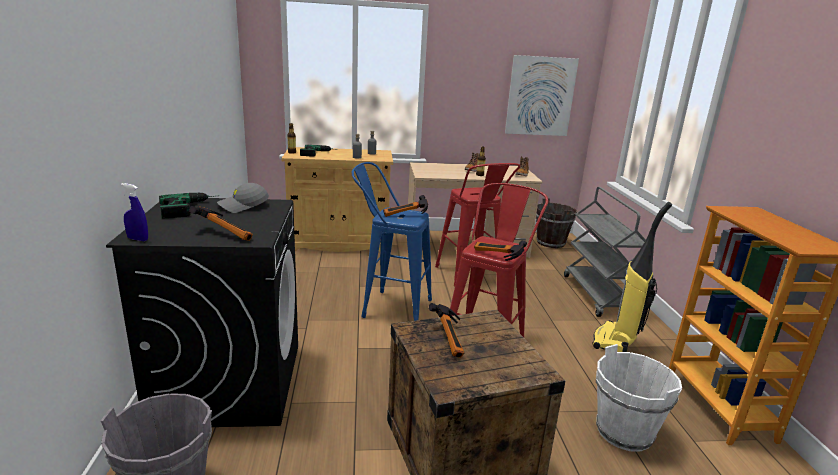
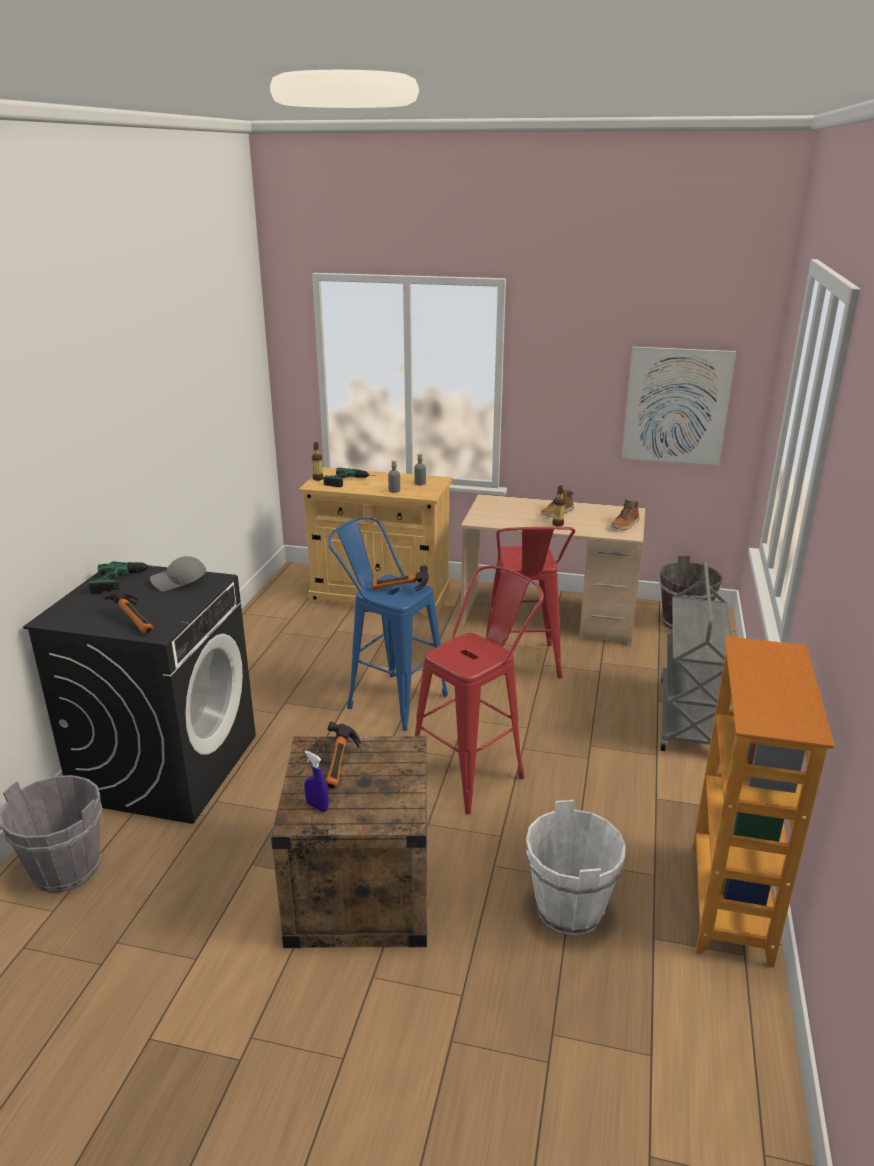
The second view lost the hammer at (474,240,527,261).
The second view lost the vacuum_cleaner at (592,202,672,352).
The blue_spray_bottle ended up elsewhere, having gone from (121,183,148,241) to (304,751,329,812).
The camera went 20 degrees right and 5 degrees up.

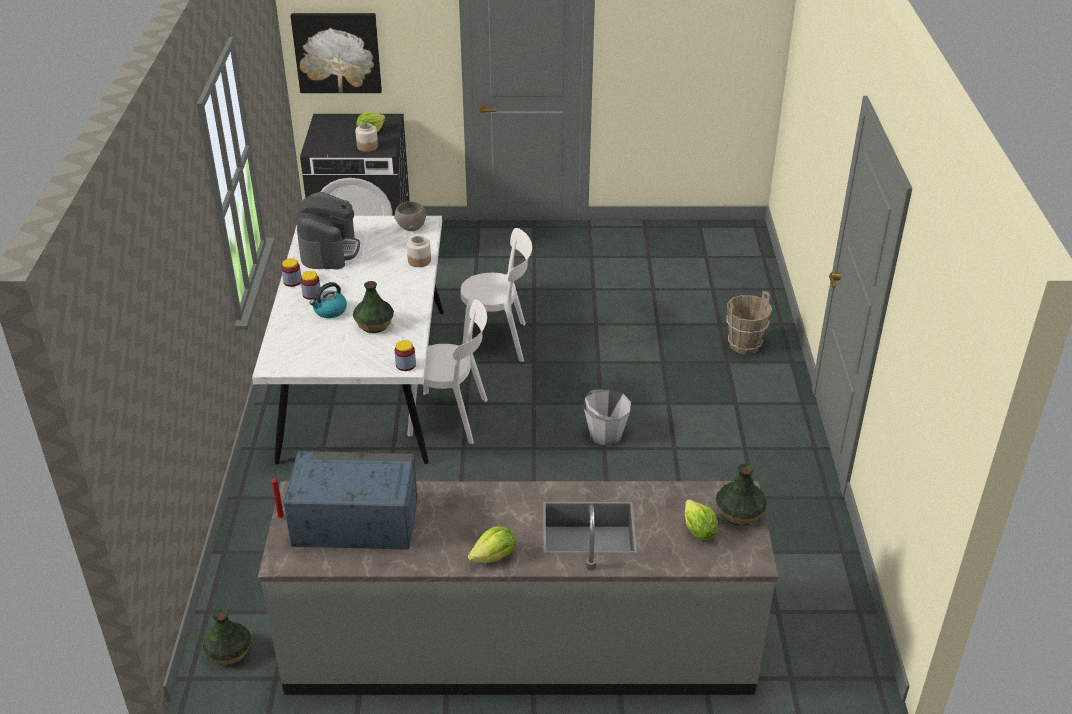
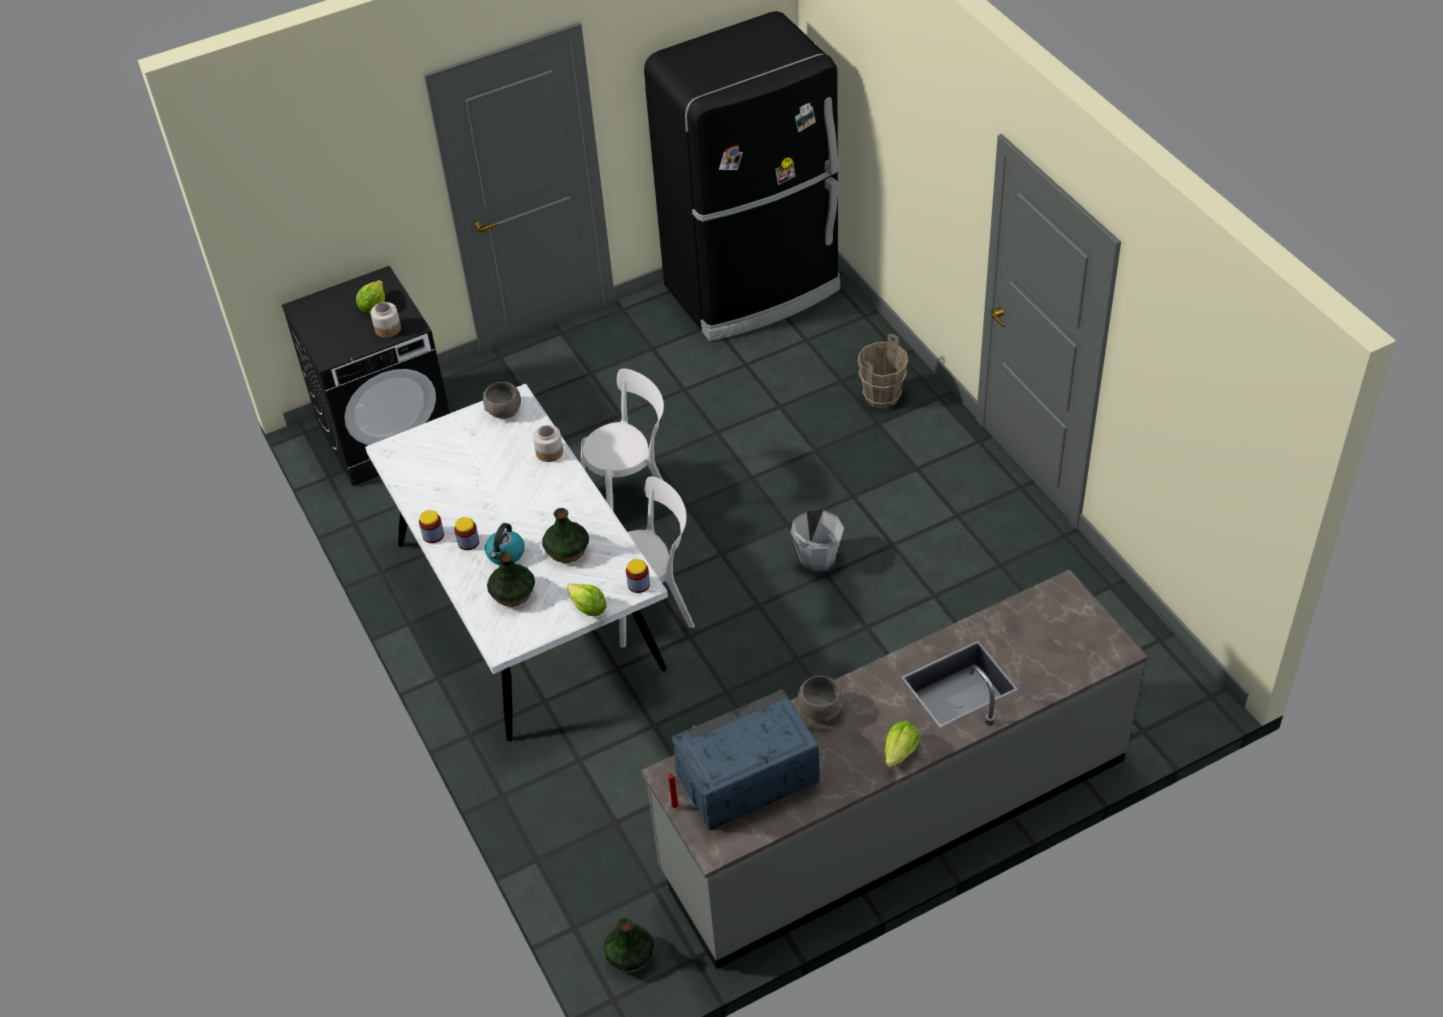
The second view lost the picture at (291,13,382,93).
The second view lost the coffee_machine at (296,192,360,270).
The second view gained the black_fridge at (644,11,840,341).
The second view gained the grey_bowl at (798,676,843,721).
The lettuce ended up elsewhere, having gone from (685,499,718,540) to (567,584,607,616).
The vase ended up elsewhere, having gone from (716,464,767,525) to (487,551,535,607).
The camera went 25 degrees left and 10 degrees up.

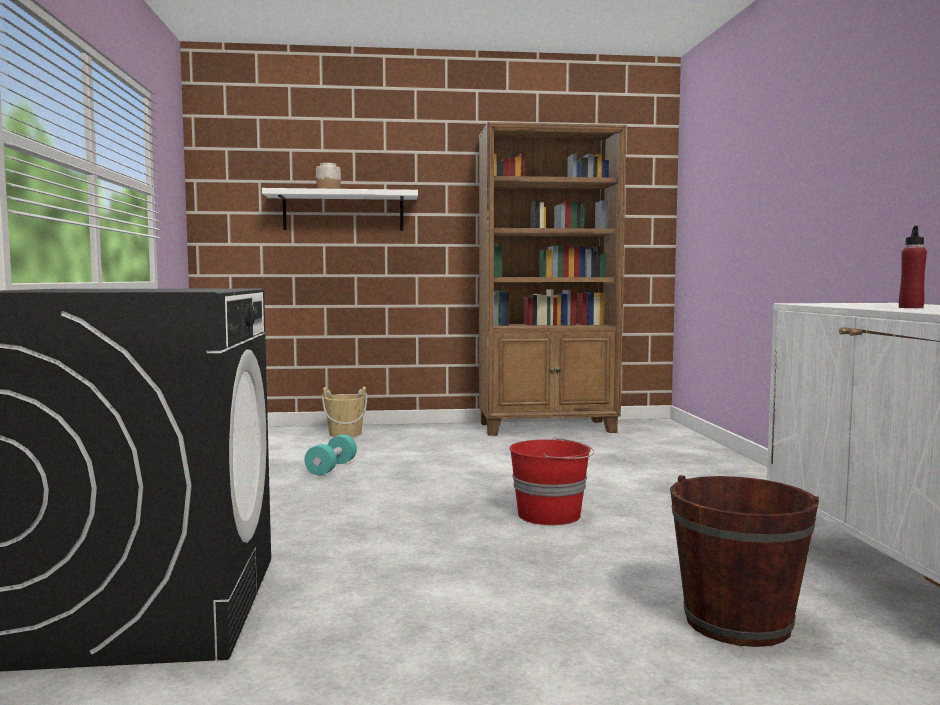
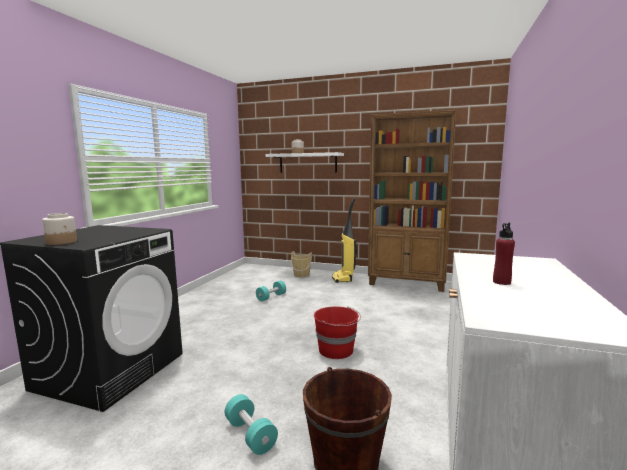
The second view gained the jar at (42,213,77,245).
The second view gained the turquoise_dumbbell at (225,394,278,455).
The second view gained the vacuum_cleaner at (332,198,358,283).
The camera went 25 degrees right and 5 degrees up.

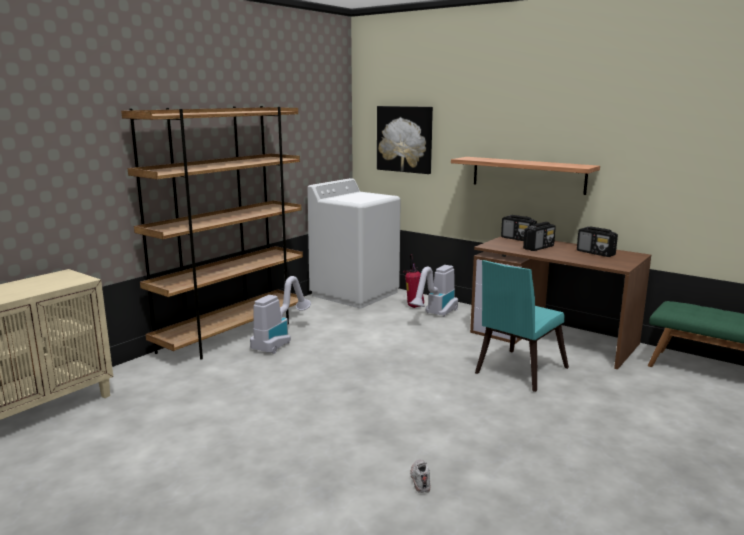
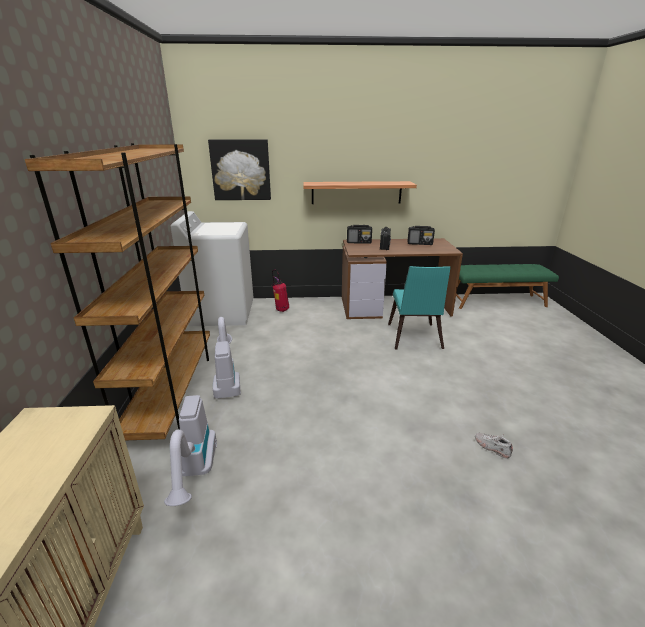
The vacuum_cleaner ended up elsewhere, having gone from (410,265,458,317) to (164,395,217,506).
The camera went 40 degrees left and 10 degrees up.

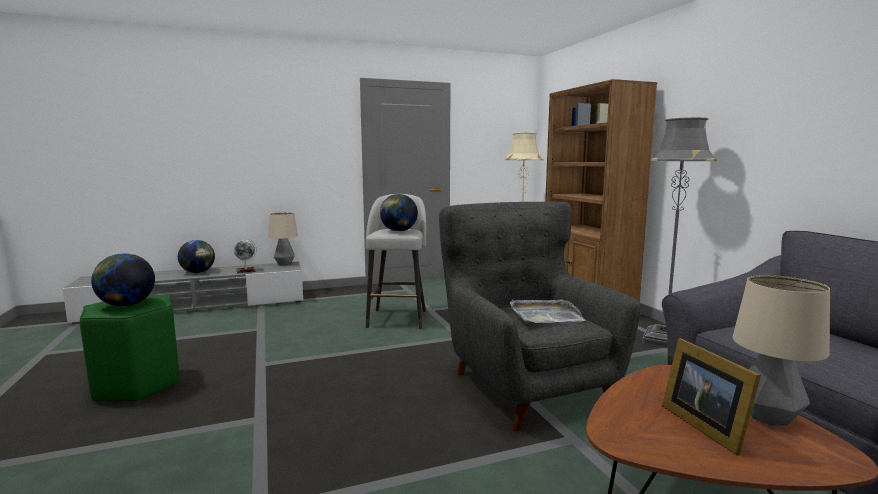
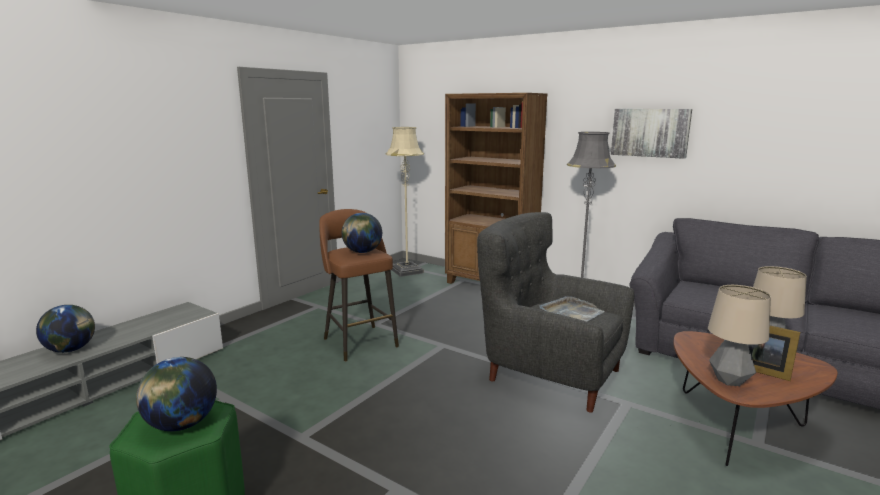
The second view lost the globe at (234,239,257,273).
The second view gained the picture at (611,109,692,159).
The table_lamp ended up elsewhere, having gone from (268,212,298,266) to (708,285,771,386).
What was the grey_stool at (366,194,427,329) turned into the brown_stool at (319,209,399,361).
The camera went 35 degrees left and 5 degrees up.

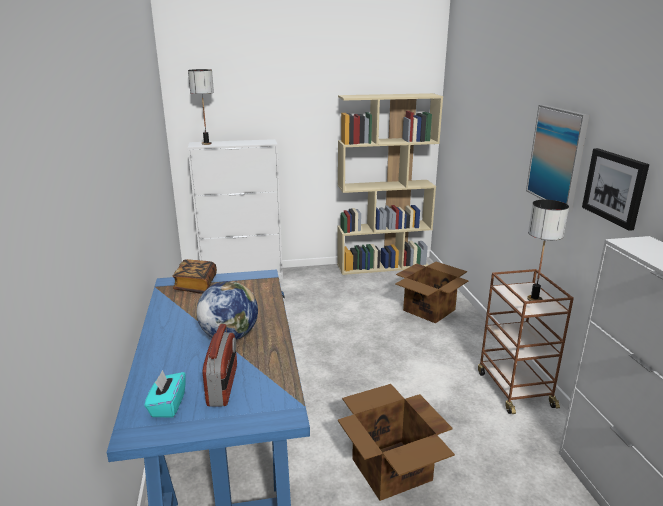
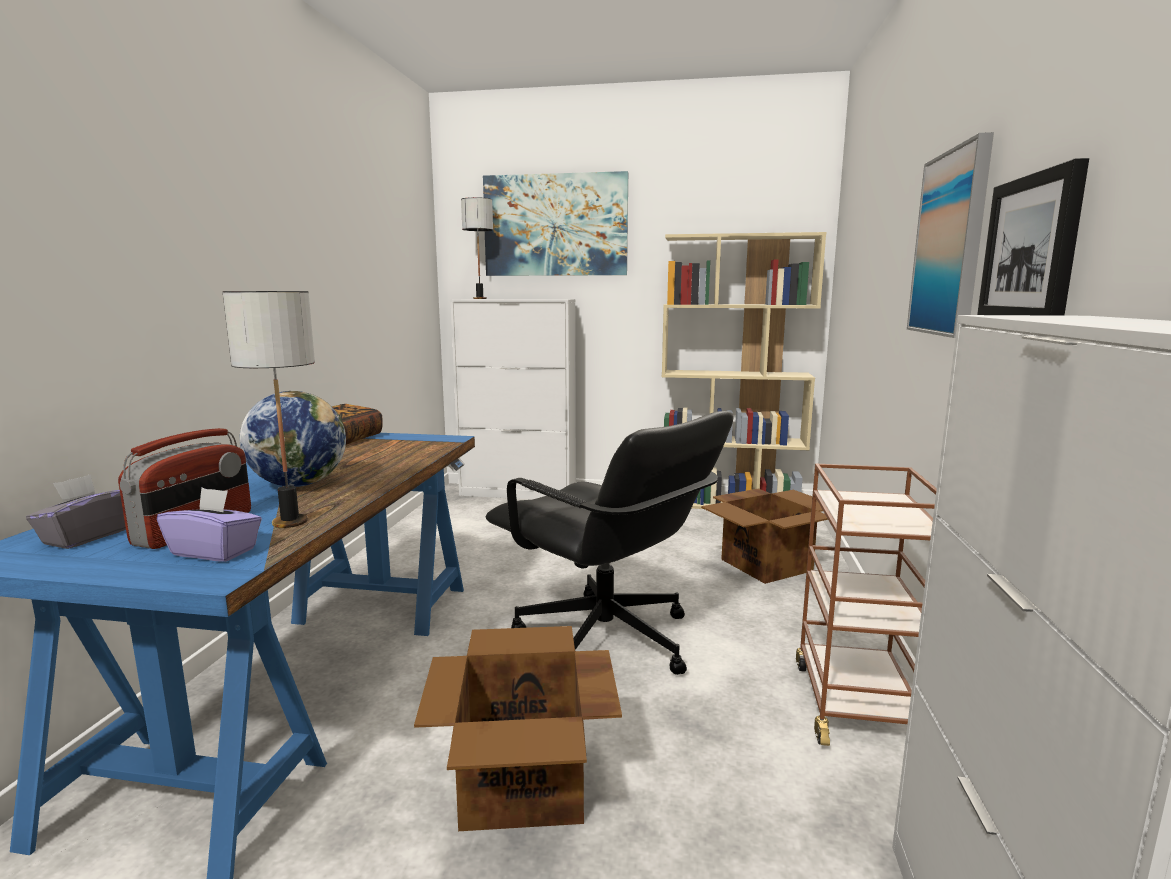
The second view gained the purple_tissue_box at (157,488,262,562).
The second view gained the picture at (483,171,628,276).
The second view gained the black_office_chair at (486,411,733,675).
The table_lamp ended up elsewhere, having gone from (527,200,569,301) to (223,291,315,528).
What was the turquoise_tissue_box at (144,370,186,417) turned into the grey_tissue_box at (26,475,126,549).
The camera went 20 degrees right and 10 degrees down.

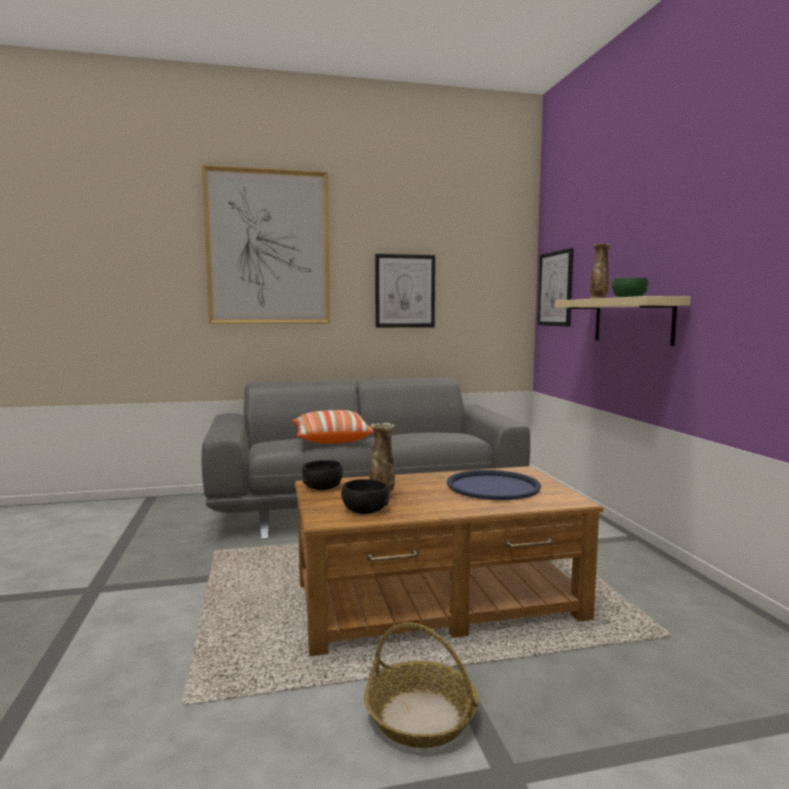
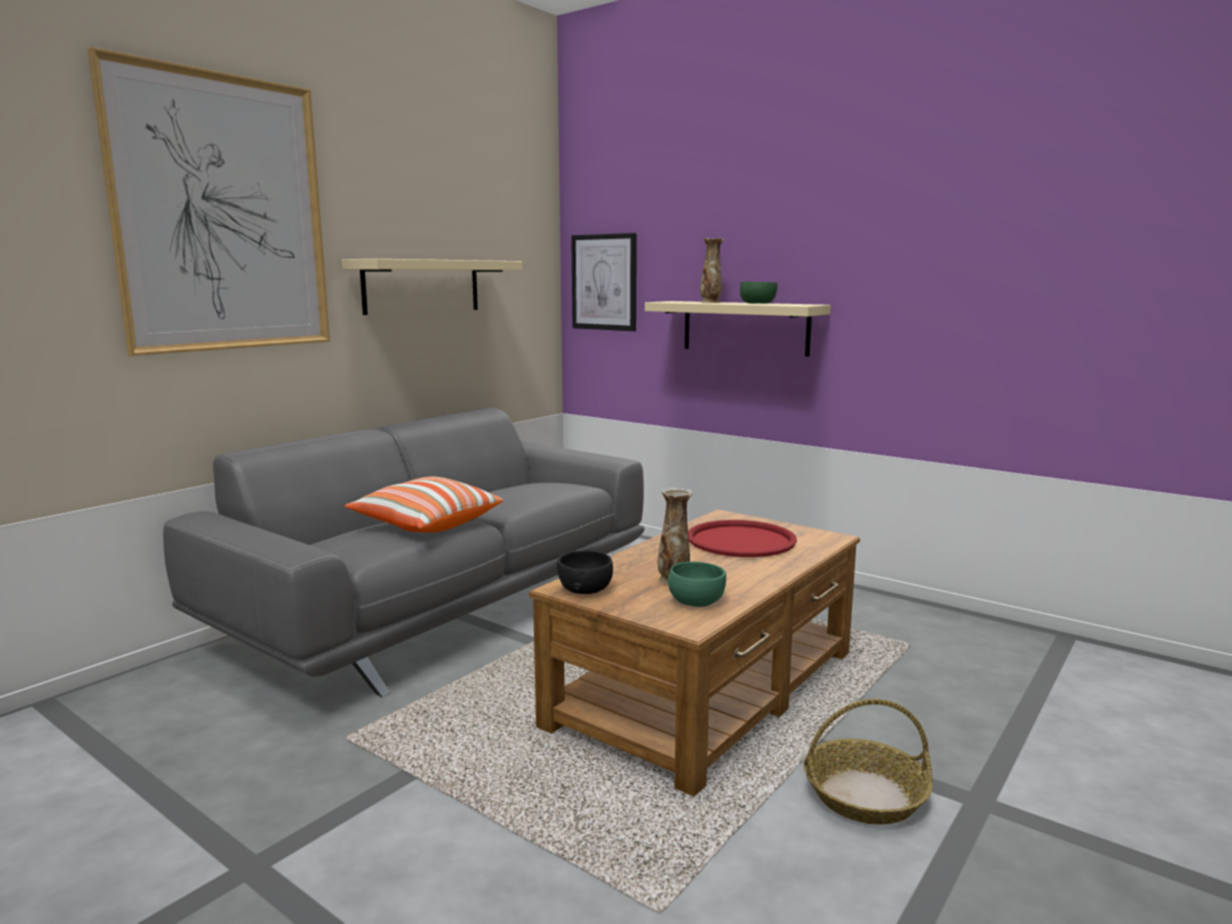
Where the picture hung at (375,254,435,328), the beige_shelf came to hang at (342,259,522,315).
What was the black_bowl at (341,479,389,514) turned into the green_bowl at (668,562,726,607).
What was the blue_tray at (447,470,541,500) turned into the red_tray at (688,520,797,557).
The camera went 40 degrees left and 5 degrees up.

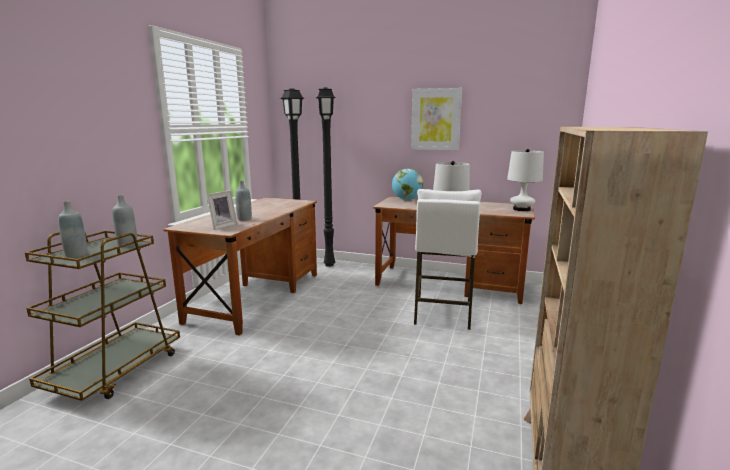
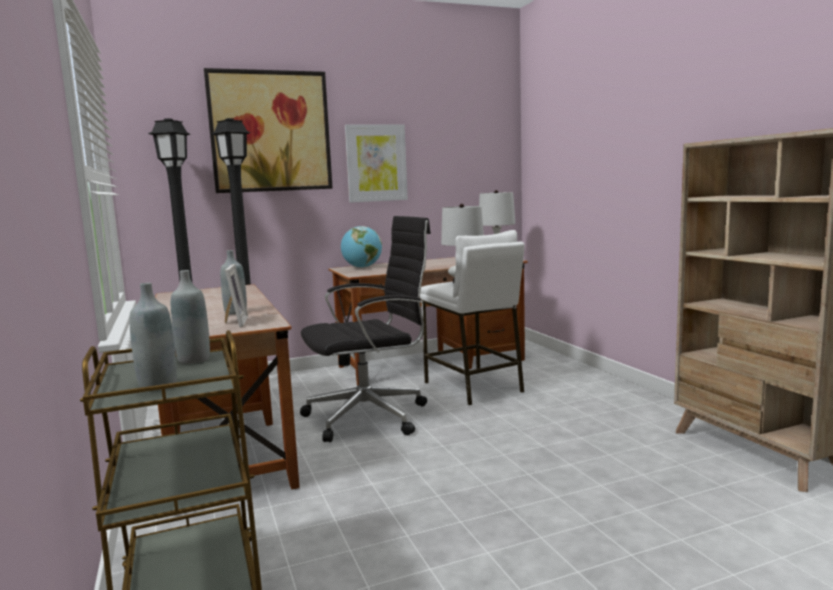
The second view gained the picture at (204,68,333,193).
The second view gained the black_office_chair at (300,216,431,442).
The camera went 40 degrees left and 5 degrees down.

